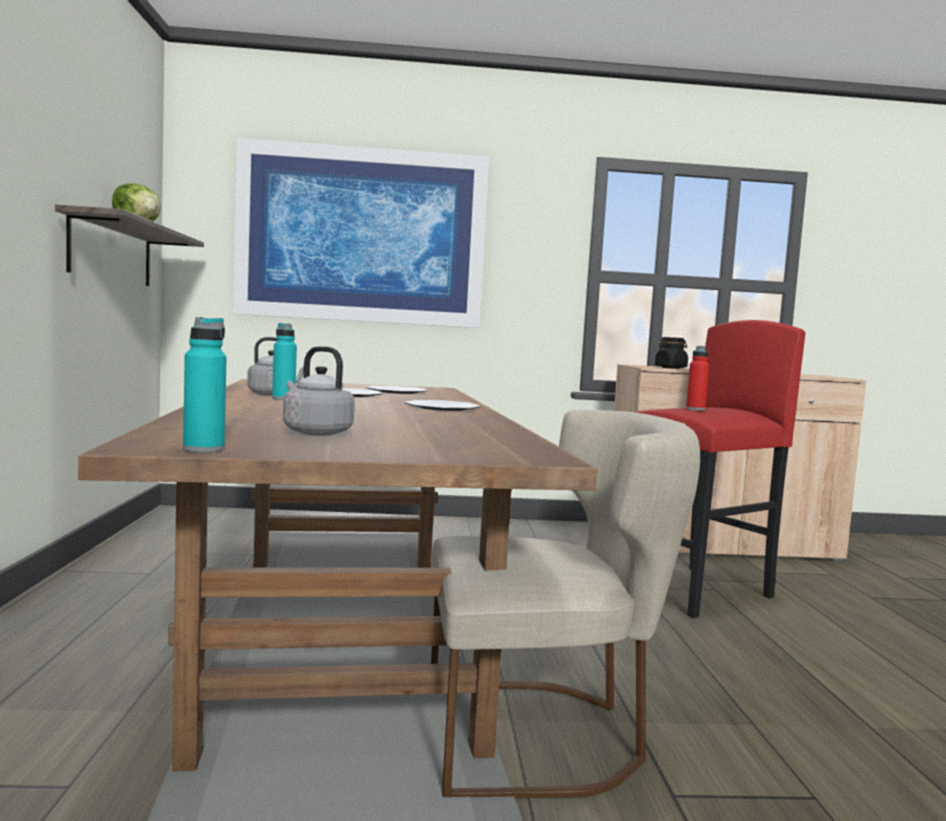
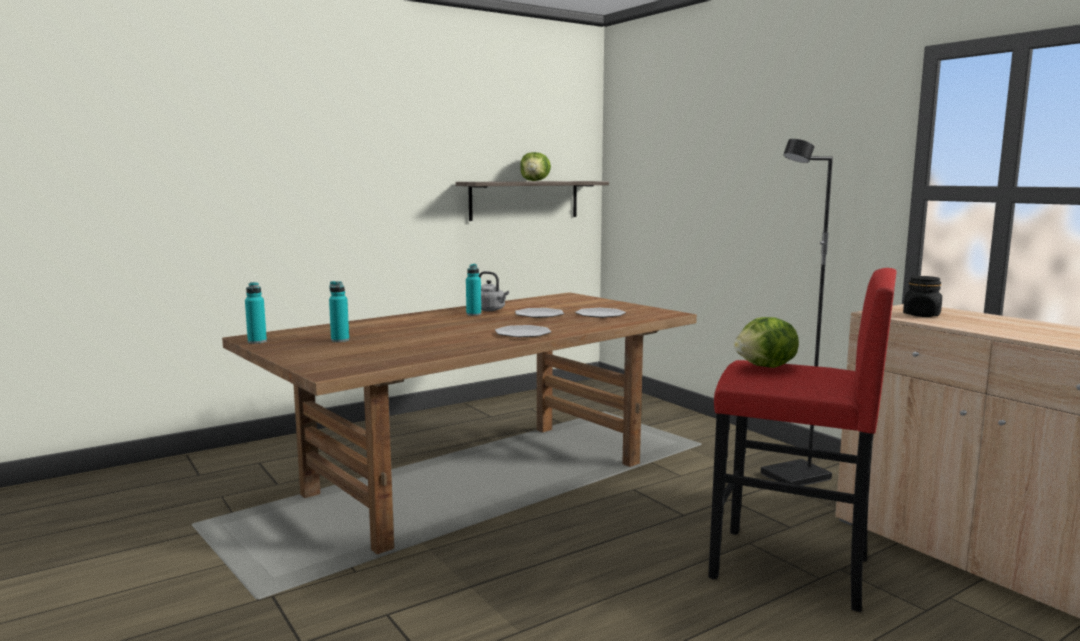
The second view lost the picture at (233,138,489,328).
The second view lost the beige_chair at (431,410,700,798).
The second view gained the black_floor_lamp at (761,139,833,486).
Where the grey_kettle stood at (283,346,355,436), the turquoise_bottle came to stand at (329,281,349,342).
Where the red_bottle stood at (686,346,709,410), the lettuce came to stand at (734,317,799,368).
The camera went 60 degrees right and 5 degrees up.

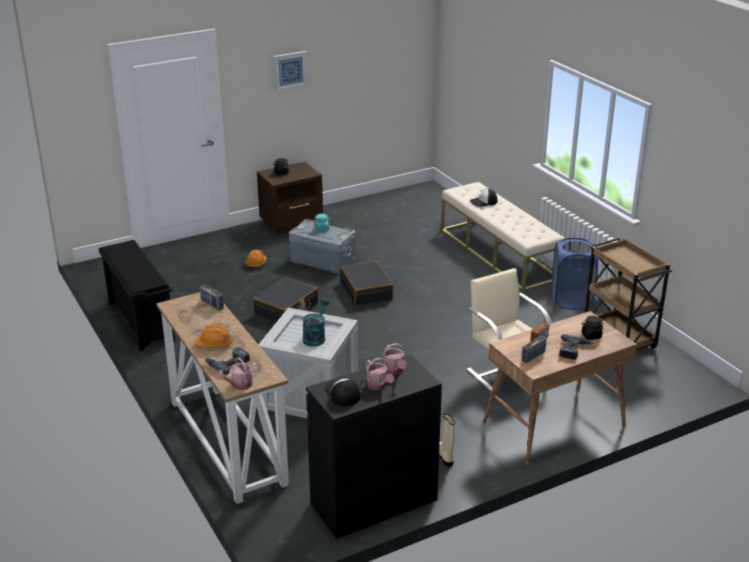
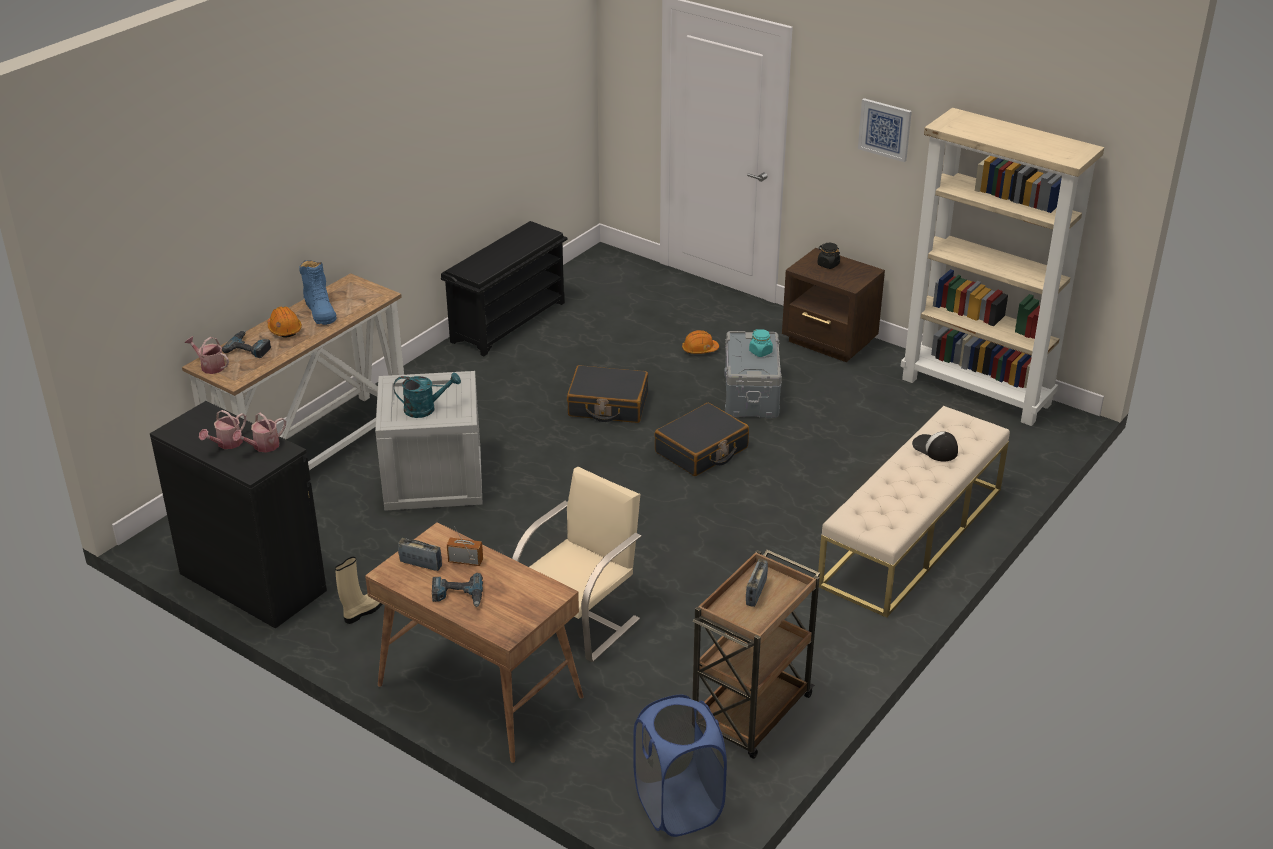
The second view lost the cap at (325,379,360,406).
The second view lost the black_jar at (582,316,603,340).
The second view gained the blue_boot at (299,260,337,325).
The second view gained the beige_bookcase at (901,108,1104,426).
The radio ended up elsewhere, having gone from (200,284,224,310) to (746,559,768,607).
The blue_laundry_basket ended up elsewhere, having gone from (551,238,598,310) to (633,695,727,837).
The camera went 65 degrees right and 5 degrees up.

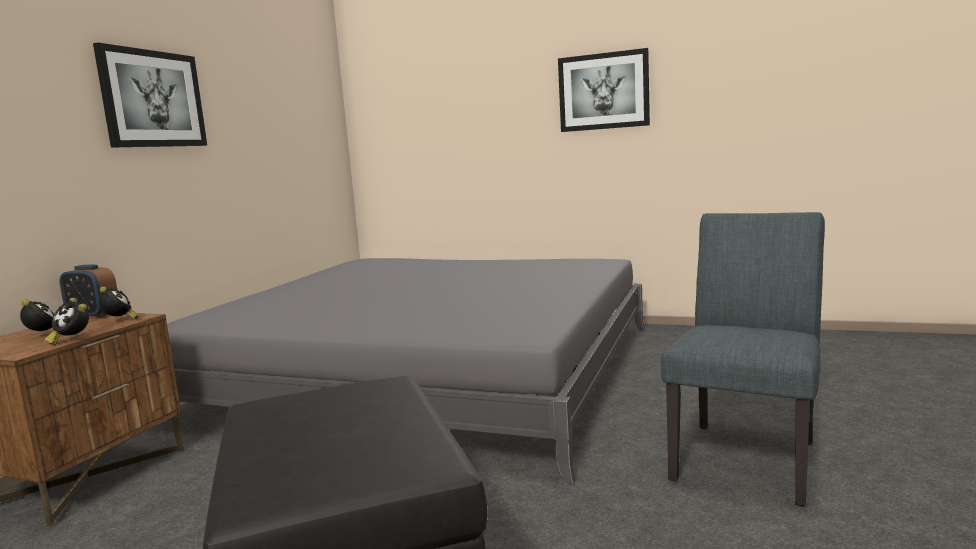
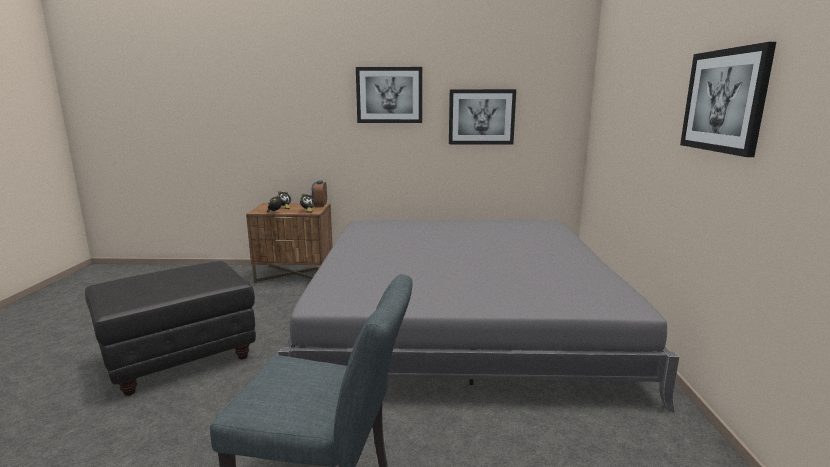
The second view gained the picture at (449,89,516,145).
The camera went 70 degrees right and 5 degrees up.

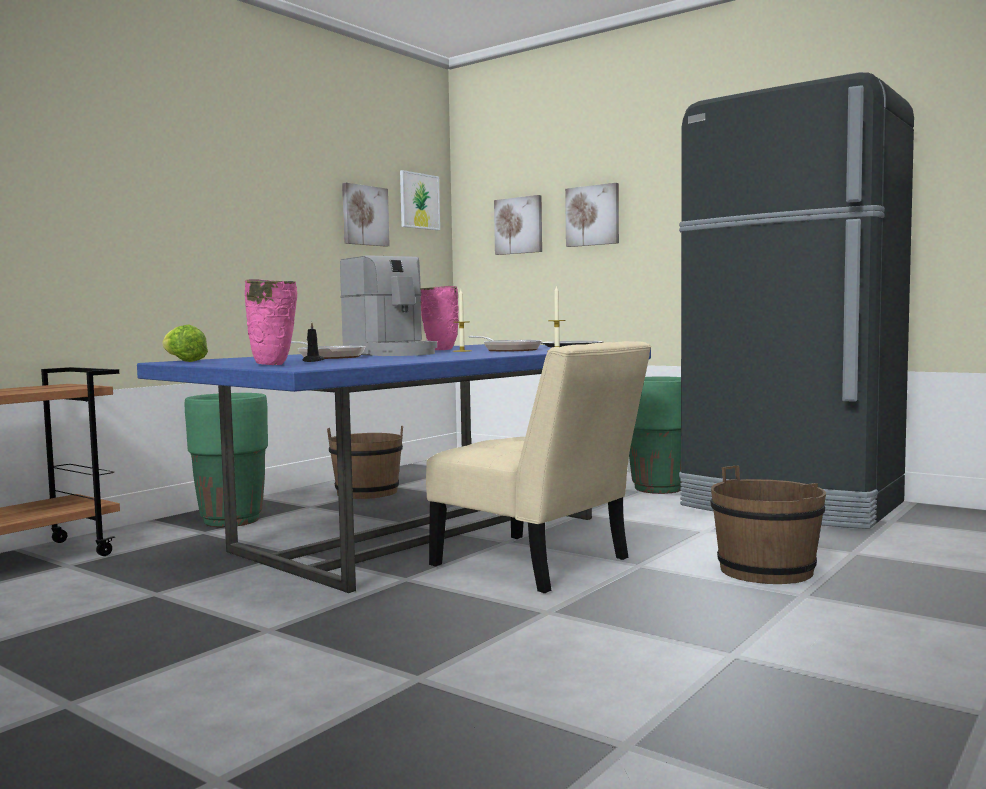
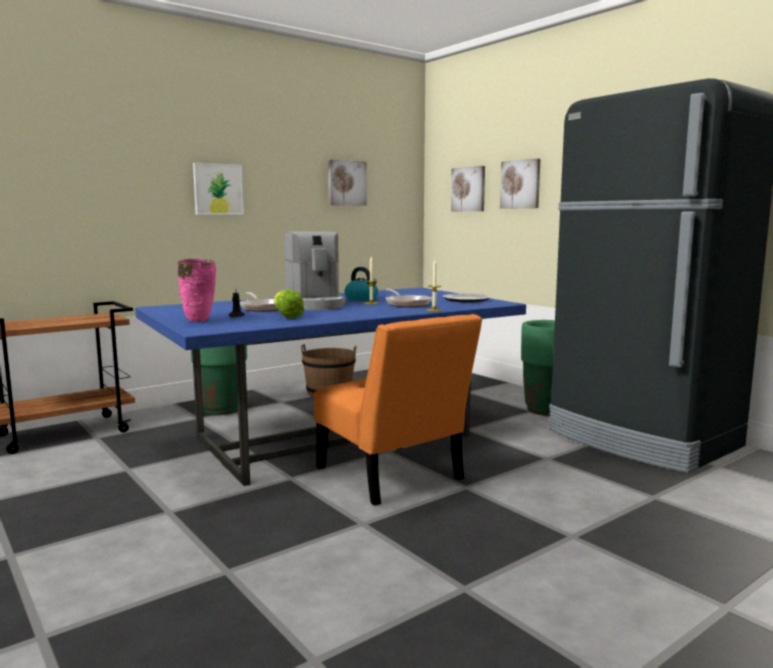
The second view lost the brown_bucket at (711,466,826,584).
The lettuce ended up elsewhere, having gone from (163,324,208,362) to (274,289,304,318).
The picture ended up elsewhere, having gone from (400,170,440,230) to (193,163,244,215).
Where the pink_vase stood at (421,286,459,350), the kettle came to stand at (345,267,378,301).
What was the beige_chair at (426,341,651,593) turned into the orange_chair at (314,314,483,506).
The camera went 15 degrees right and 5 degrees up.

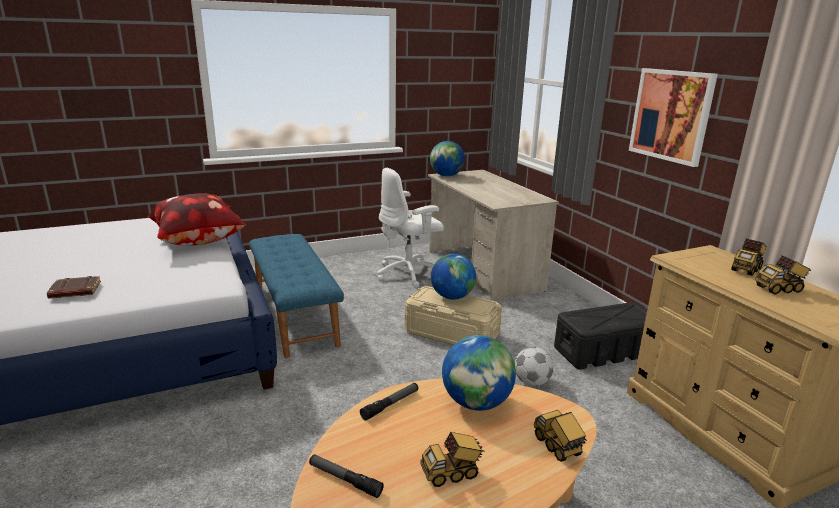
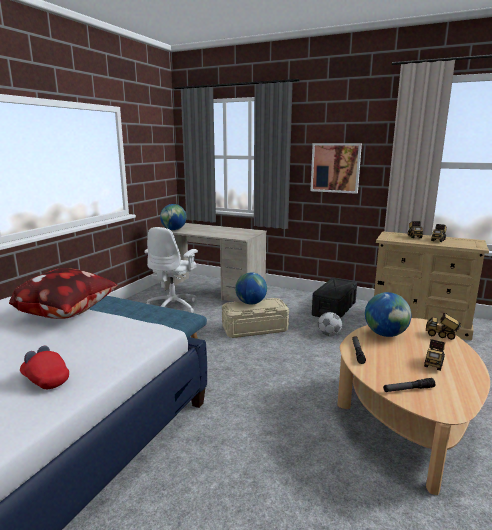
Where the brown_book stood at (47,276,101,299), the red_cap came to stand at (20,346,69,389).
The camera went 40 degrees left and 5 degrees down.

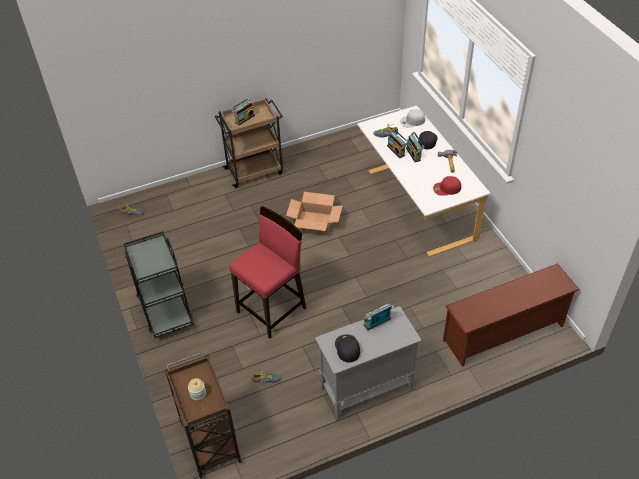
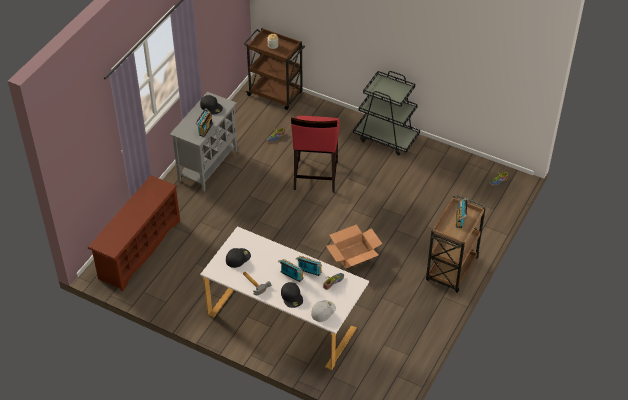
What was the red_cap at (433,176,461,196) turned into the black_cap at (226,248,251,268).
The camera went 140 degrees right and 0 degrees up.

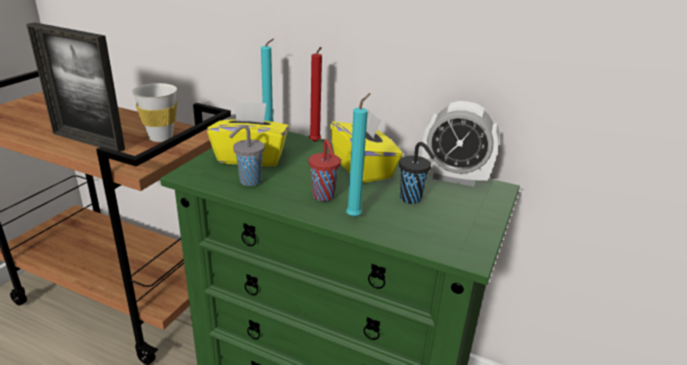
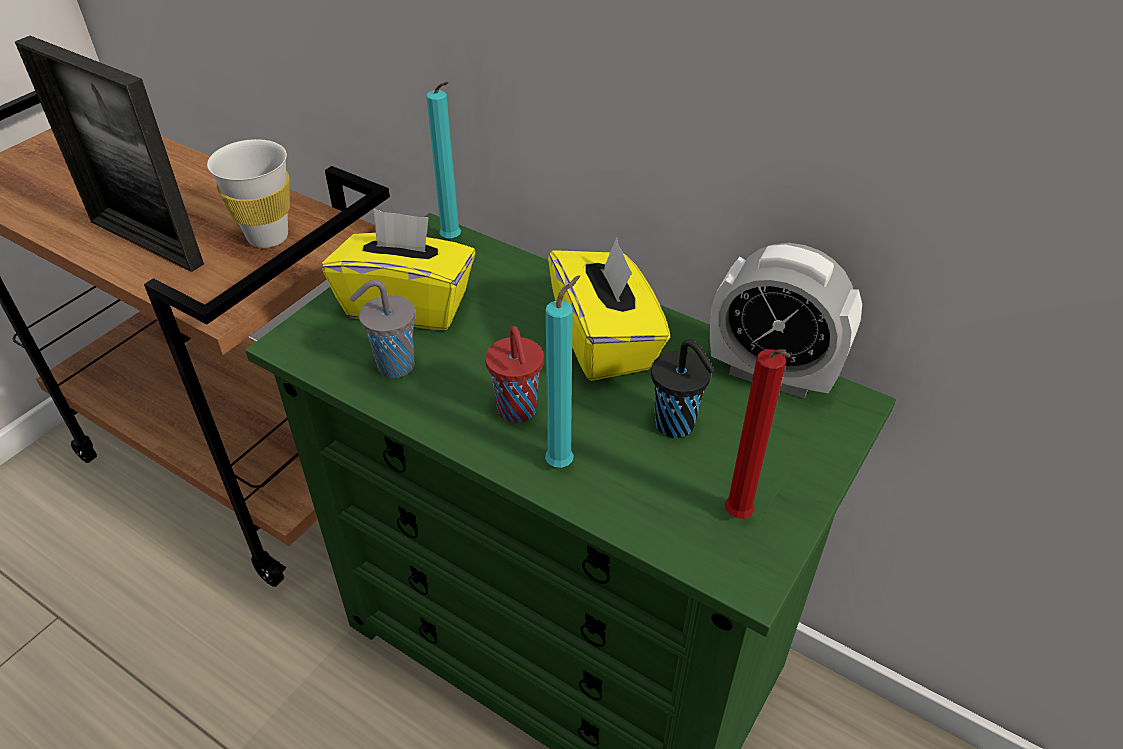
The red_candle ended up elsewhere, having gone from (309,47,322,142) to (725,349,791,519).
The camera went 10 degrees right and 15 degrees up.

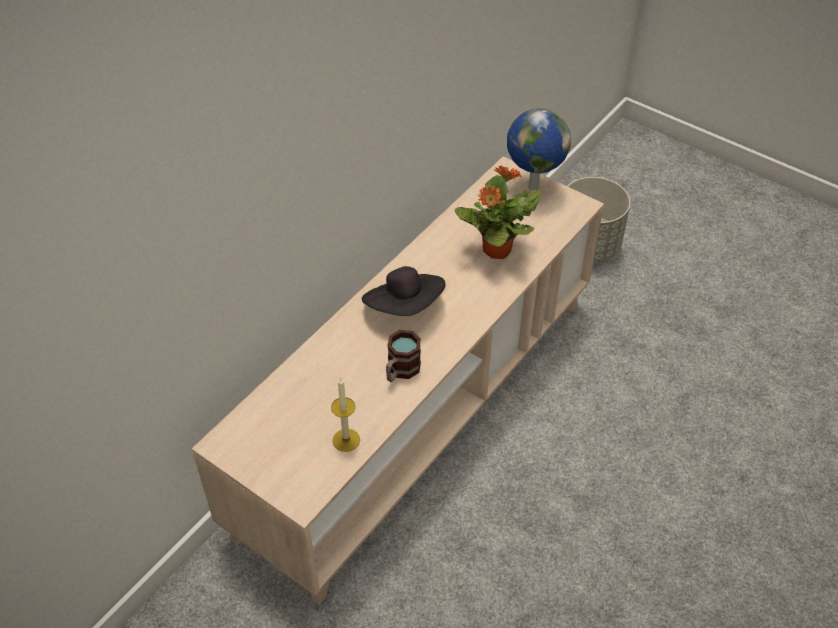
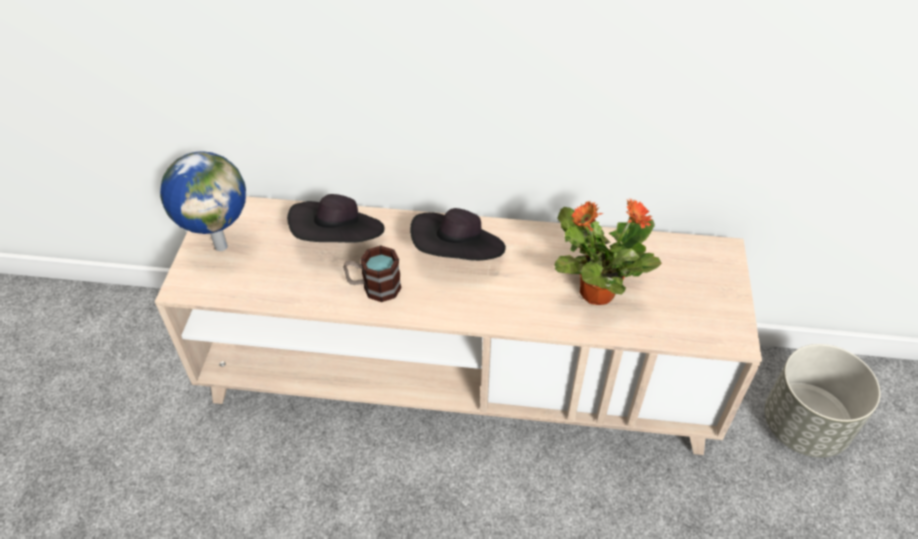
The second view lost the candle at (331,377,360,452).
The second view gained the black_hat at (287,194,385,243).
The globe ended up elsewhere, having gone from (507,109,571,190) to (160,151,246,251).
The camera went 60 degrees right and 0 degrees up.

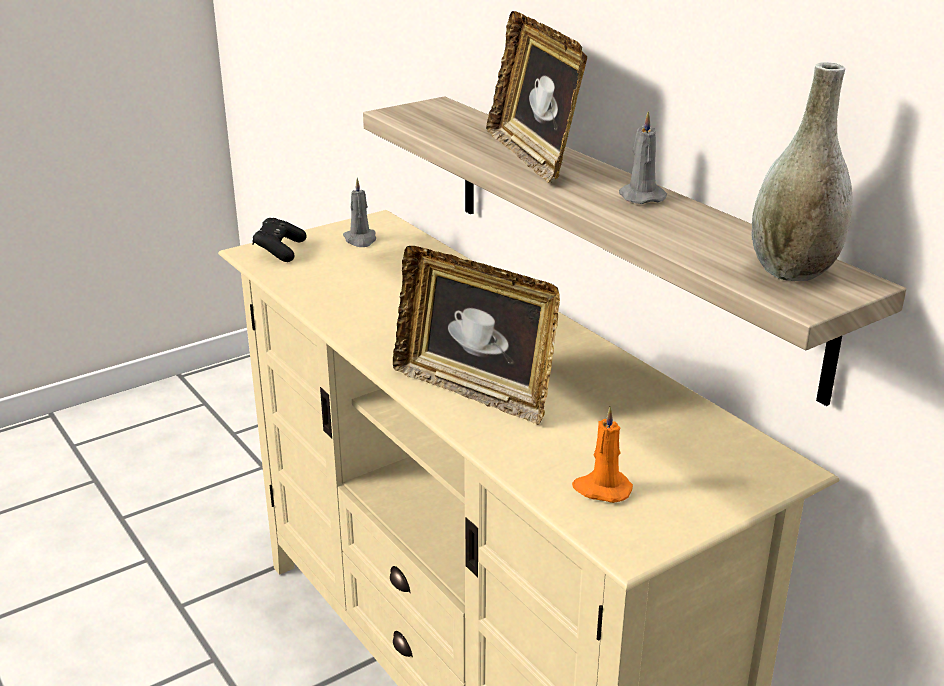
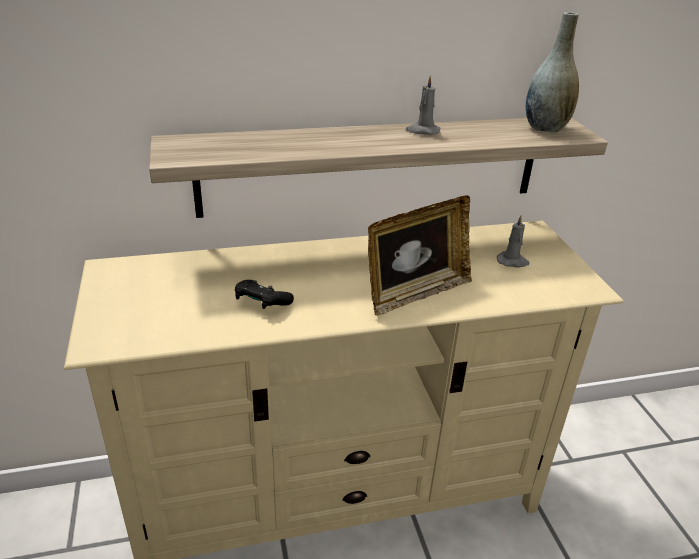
The second view lost the picture_frame at (486,11,587,183).
The second view lost the orange_candle at (572,407,633,503).
The black_game_controller ended up elsewhere, having gone from (252,218,306,262) to (235,280,294,309).
The grey_candle ended up elsewhere, having gone from (343,178,376,247) to (497,215,530,268).
The camera went 70 degrees left and 5 degrees up.

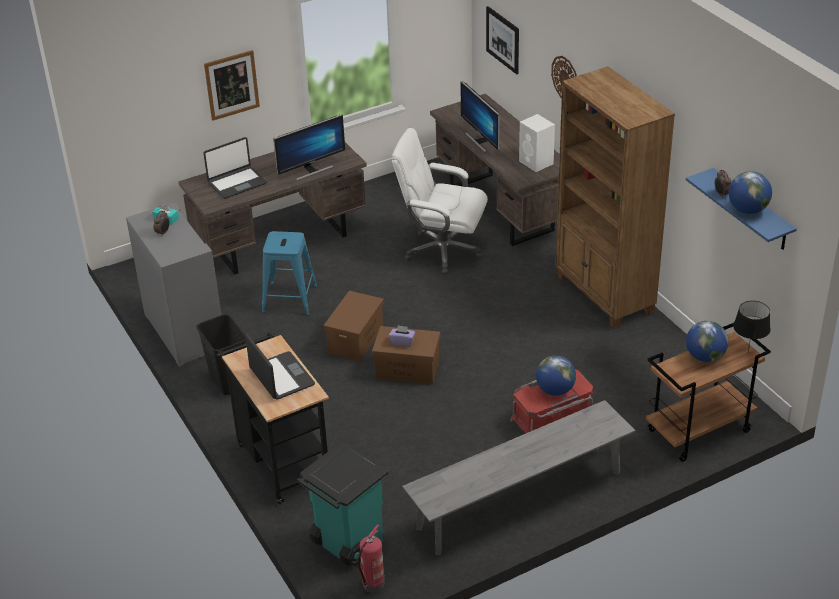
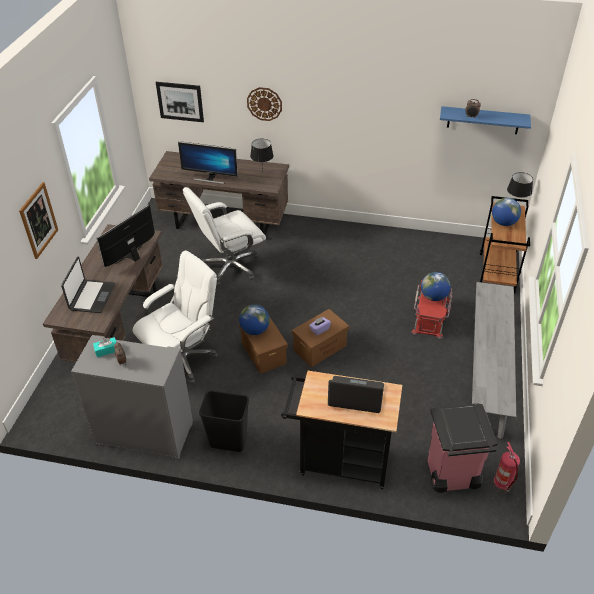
The second view lost the brown_bookcase at (555,66,675,329).
The globe ended up elsewhere, having gone from (728,171,772,214) to (239,305,270,335).
Where the blue_stool stood at (262,231,317,315), the white_office_chair came to stand at (132,250,218,384).
Where the white_speaker stood at (519,114,555,172), the black_table_lamp came to stand at (250,139,273,172).
What was the turquoise_trash_can at (297,442,388,566) turned into the pink_trash_can at (427,403,498,493).
The monitor at (273,114,345,180) ended up facing another way, 150 degrees counterclockwise from before.
The camera went 50 degrees left and 5 degrees up.

